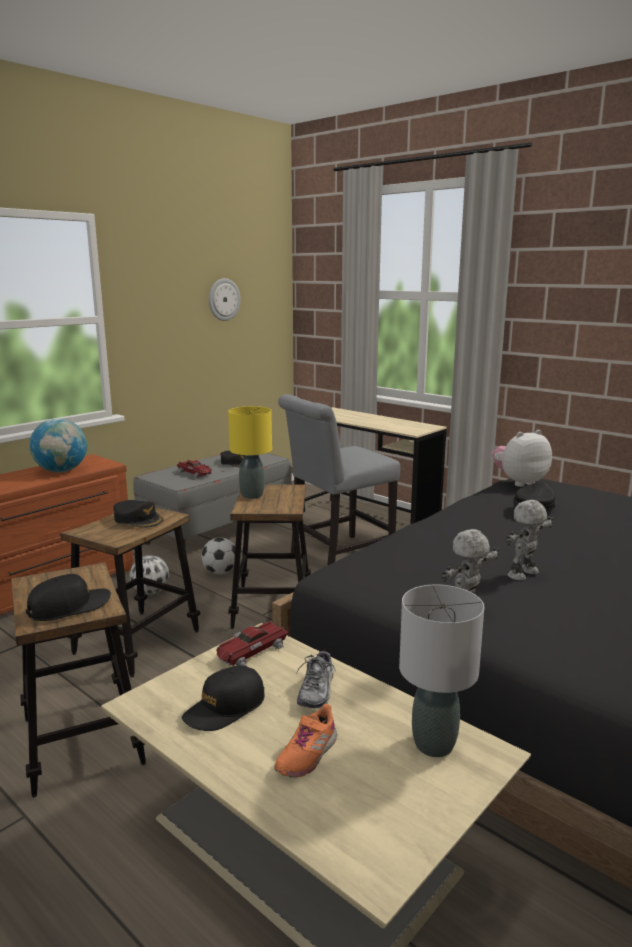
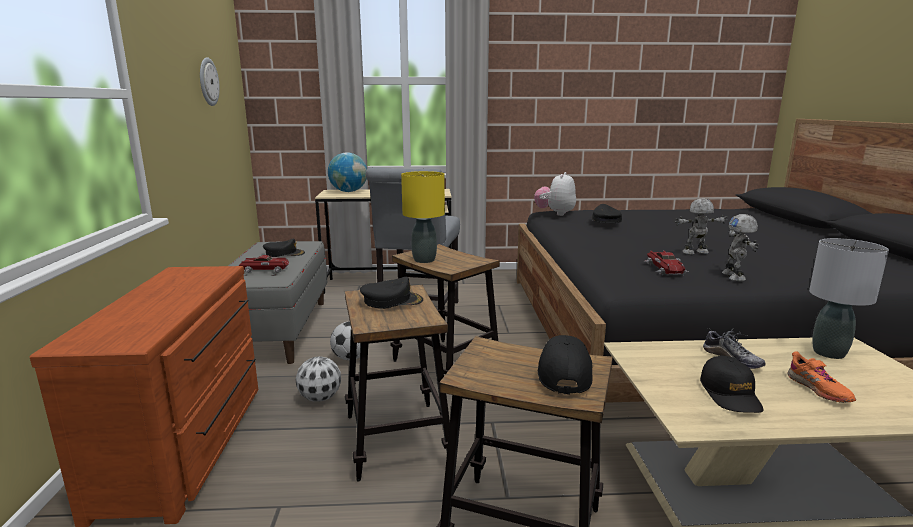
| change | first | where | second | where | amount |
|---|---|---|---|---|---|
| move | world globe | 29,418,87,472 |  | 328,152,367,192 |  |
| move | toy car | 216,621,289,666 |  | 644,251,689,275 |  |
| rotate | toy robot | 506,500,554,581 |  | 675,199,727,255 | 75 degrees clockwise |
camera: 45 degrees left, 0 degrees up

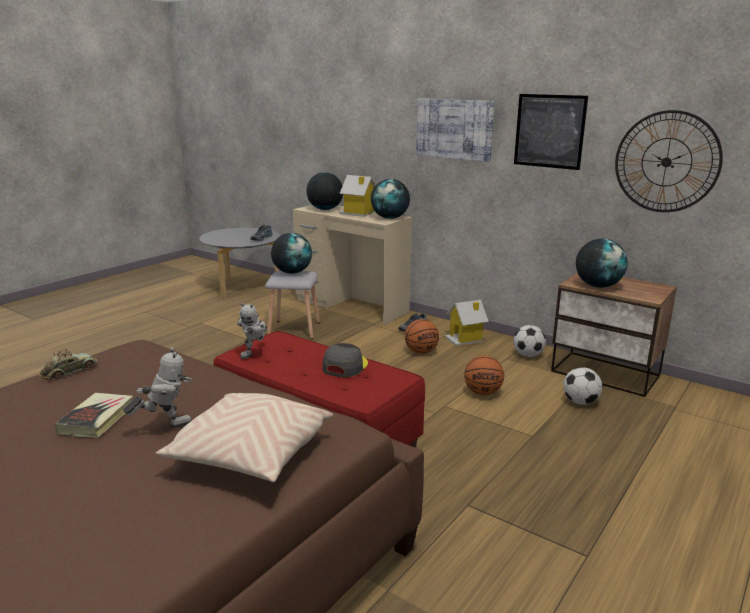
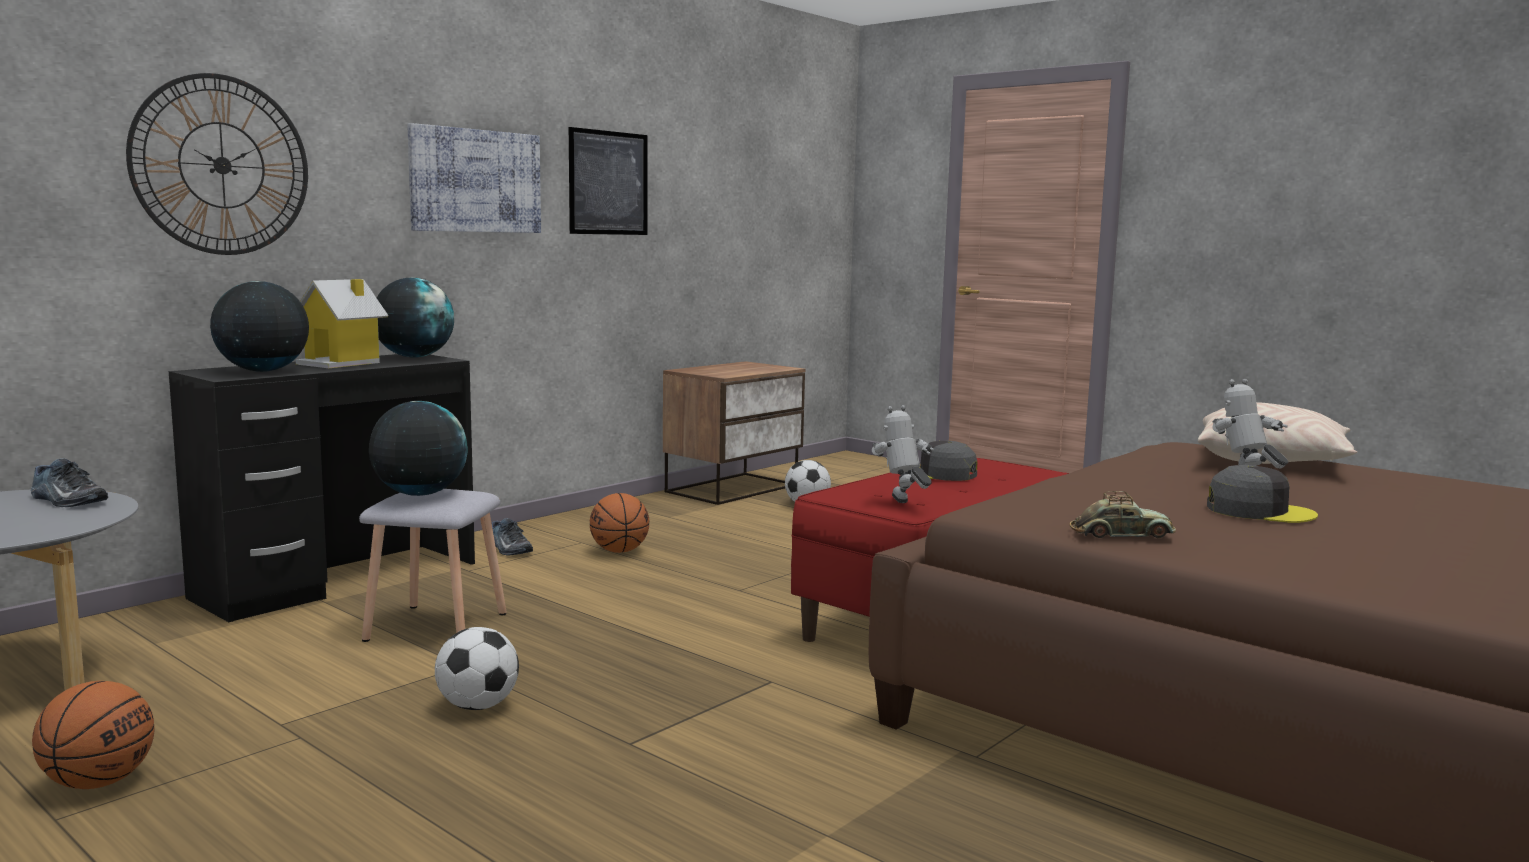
| change | first | where | second | where | amount |
|---|---|---|---|---|---|
| delete | toy house | 445,300,489,346 |  |  |  |
| delete | world globe | 576,239,628,288 |  |  |  |
| move | basketball ball | 464,356,504,395 |  | 32,681,155,789 |  |
| move | football | 513,325,546,357 |  | 435,627,519,710 |  |
| move | clock on the wall | 615,110,723,212 |  | 126,73,308,255 |  |
| replace | volume | 55,393,133,438 | gray baseball cap | 1207,465,1318,523 |  |
| recolor | beige-coloured desk unit | 293,205,412,325 | black desk unit | 169,354,475,622 |  |
| rotate | toy car | 39,349,97,380 |  | 1069,491,1176,538 | 135 degrees clockwise |
| rotate | toy robot | 237,303,267,359 |  | 872,405,934,503 | 135 degrees counterclockwise |
camera: 85 degrees left, 10 degrees down

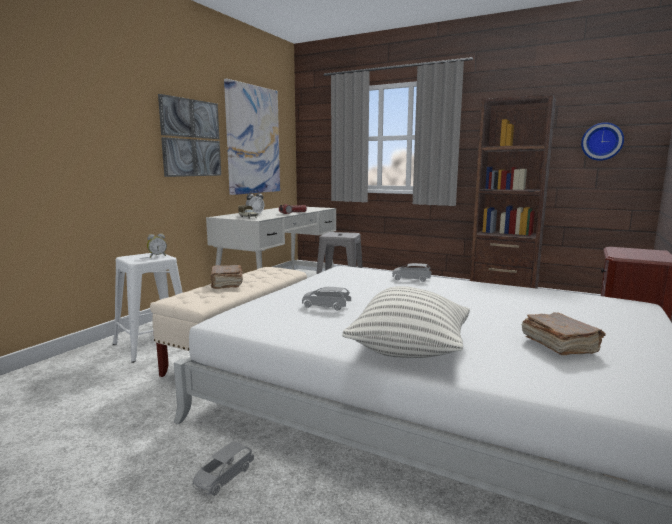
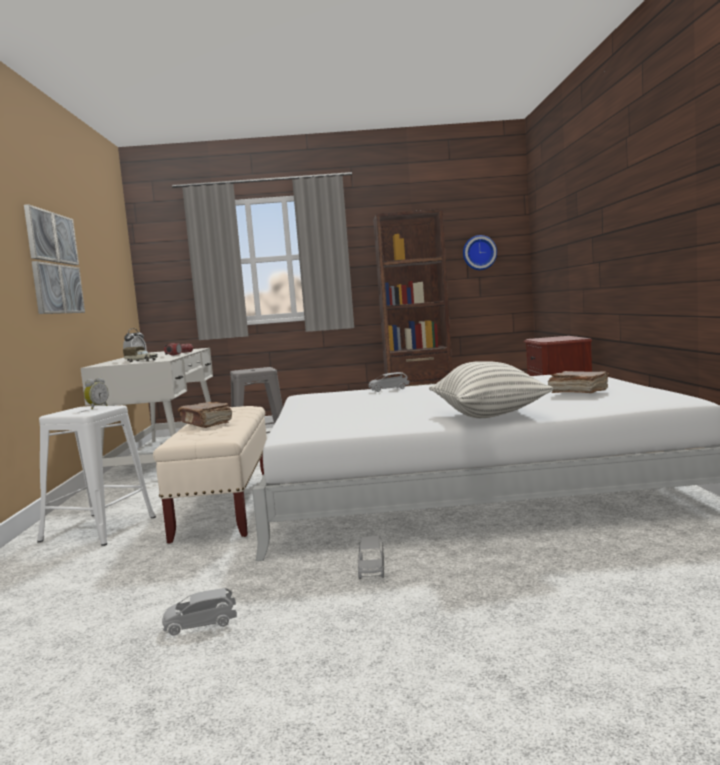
| change | first | where | second | where | amount |
|---|---|---|---|---|---|
| delete | wall art | 224,79,280,195 |  |  |  |
| move | gray toy car | 302,287,351,311 |  | 162,588,237,635 |  |
camera: 30 degrees left, 5 degrees down

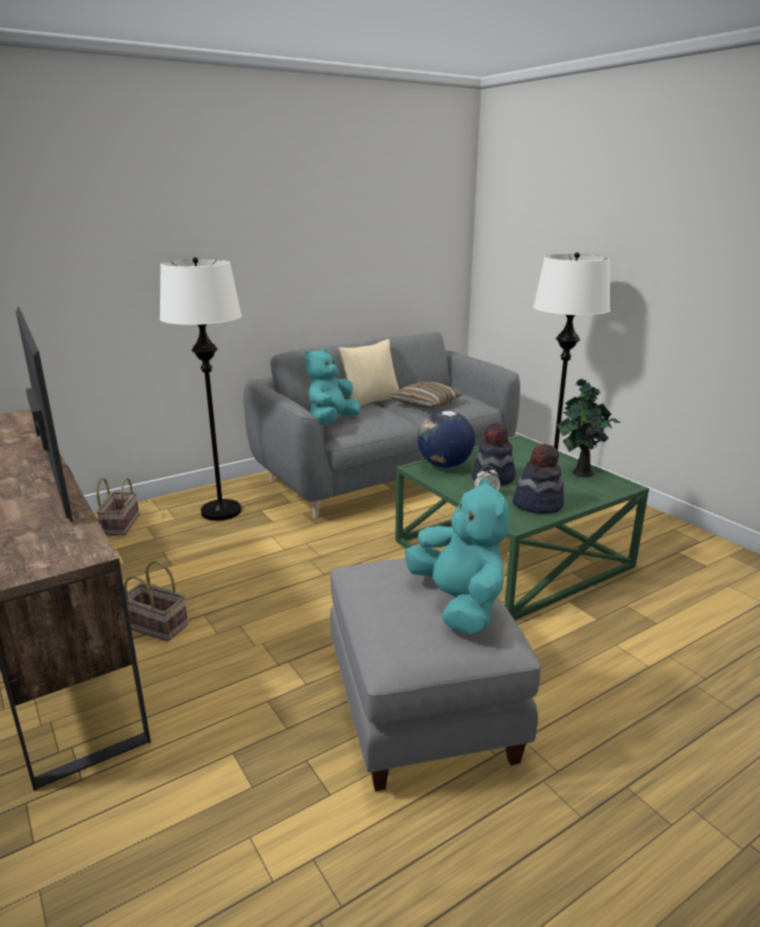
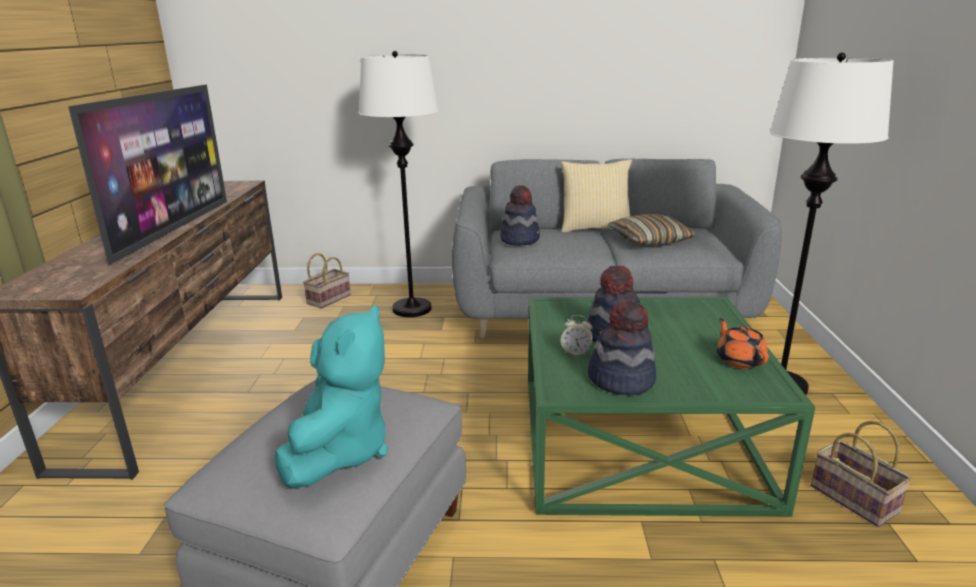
| change | first | where | second | where | amount |
|---|---|---|---|---|---|
| delete | world globe | 418,411,475,468 |  |  |  |
| move | household basket | 124,561,188,641 |  | 811,421,912,527 |  |
| replace | turquoise-coloured soft toy | 305,348,360,425 | clothing hat | 500,185,540,246 |  |
| replace | potted plant | 557,378,621,477 | orange-coloured pot for tea | 717,318,769,369 |  |
camera: 35 degrees right, 0 degrees up

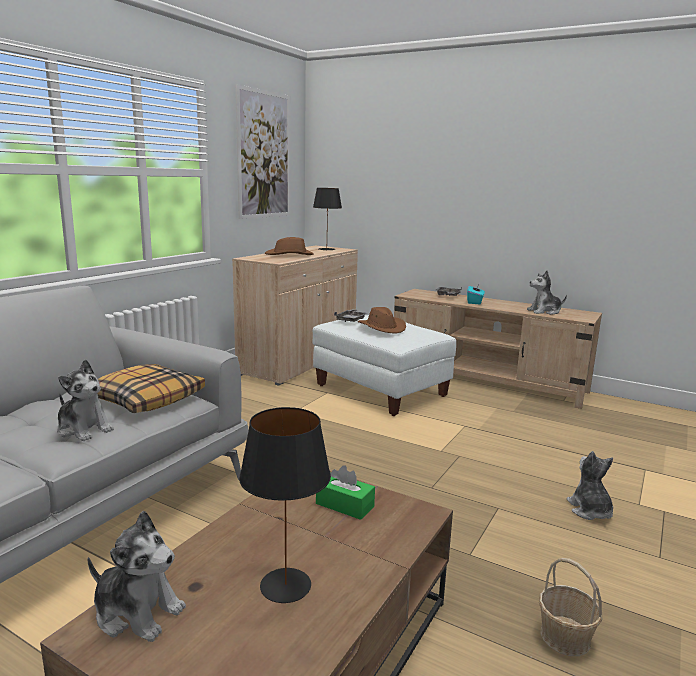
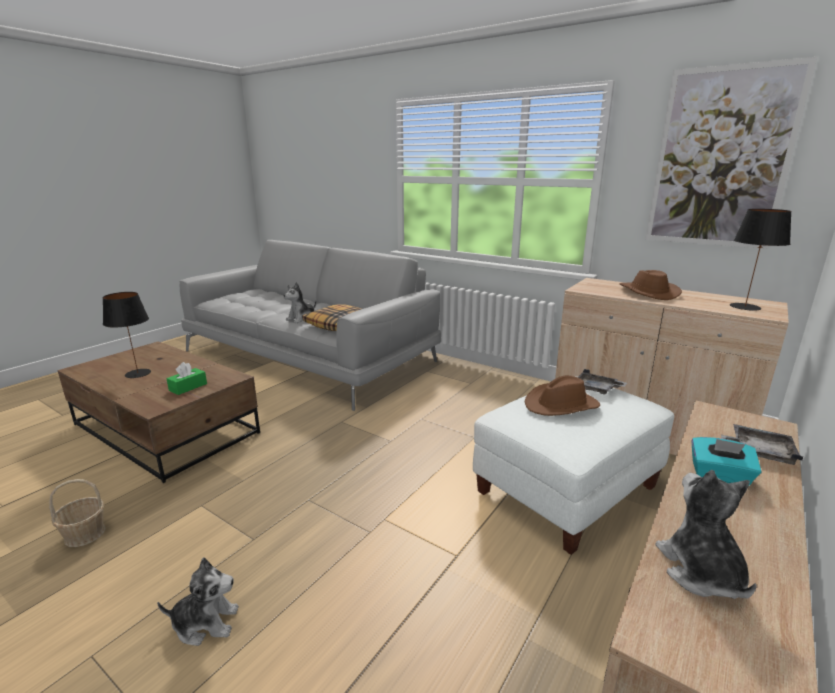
| change | first | where | second | where | amount |
|---|---|---|---|---|---|
| delete | soft toy | 87,511,186,642 |  |  |  |
camera: 95 degrees right, 5 degrees up

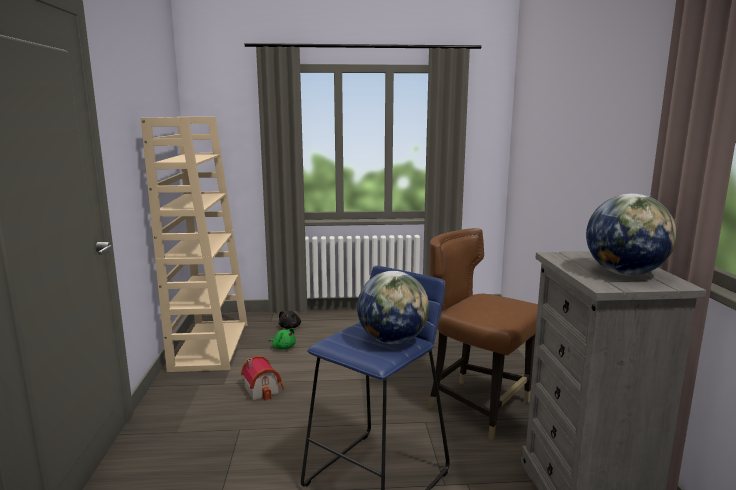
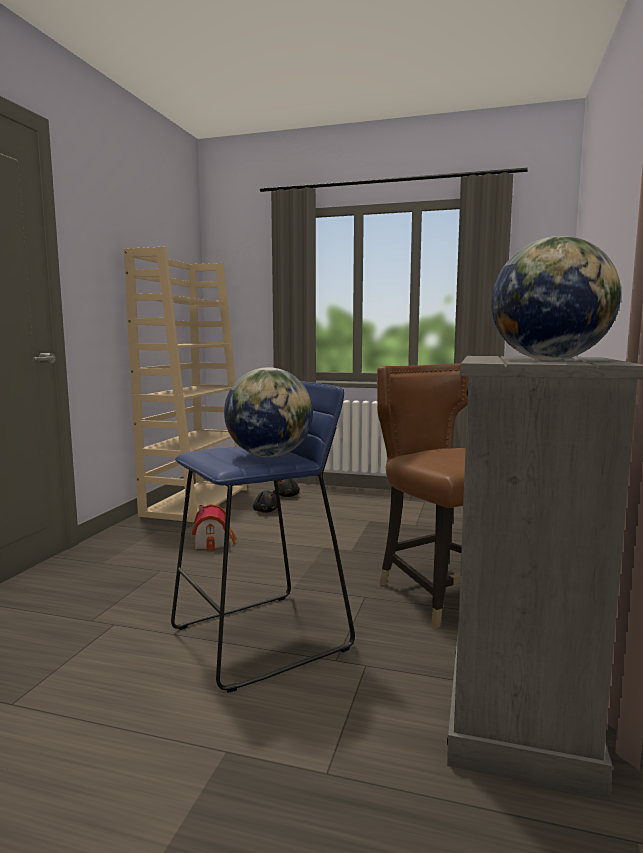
| change | first | where | second | where | amount |
|---|---|---|---|---|---|
| recolor | green soft toy | 269,328,296,350 | black soft toy | 253,490,277,513 |  |
camera: 20 degrees right, 5 degrees down

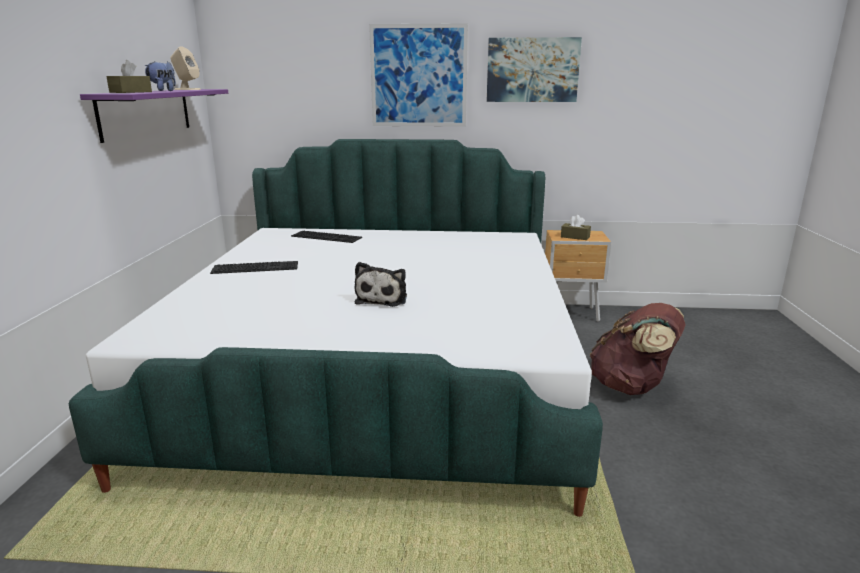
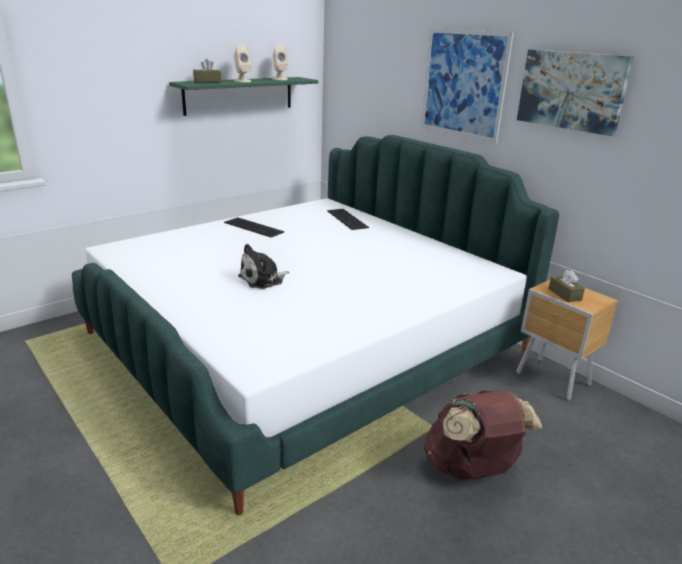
| change | first | where | second | where | amount |
|---|---|---|---|---|---|
| replace | soft toy | 145,61,176,91 | beige-coloured speaker | 234,45,251,82 |  |
| recolor | purplish bracket shelf | 80,89,228,143 | green bracket shelf | 169,77,318,116 |  |
camera: 45 degrees right, 5 degrees up

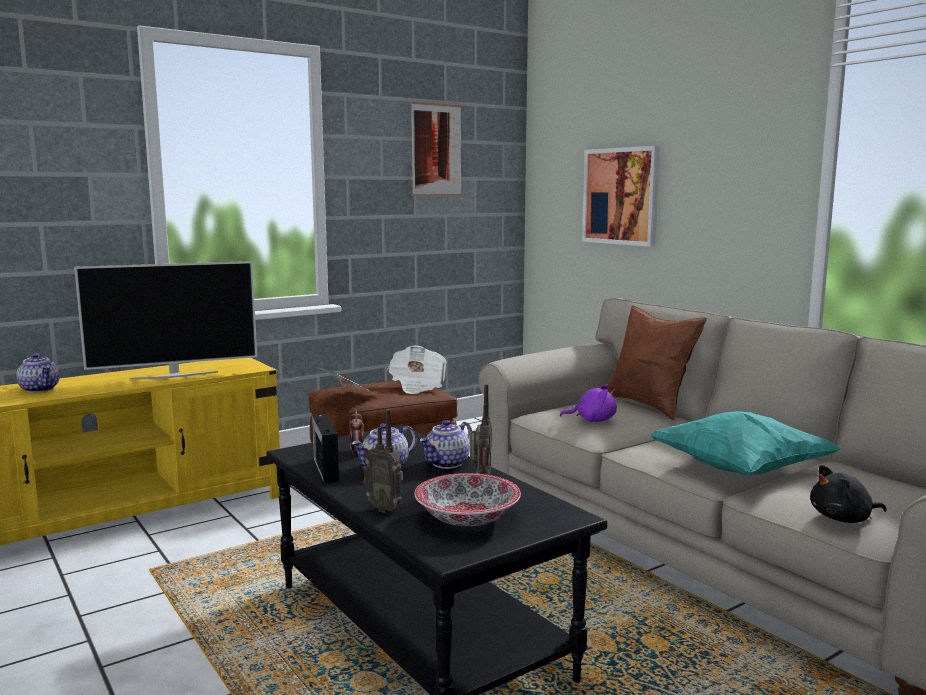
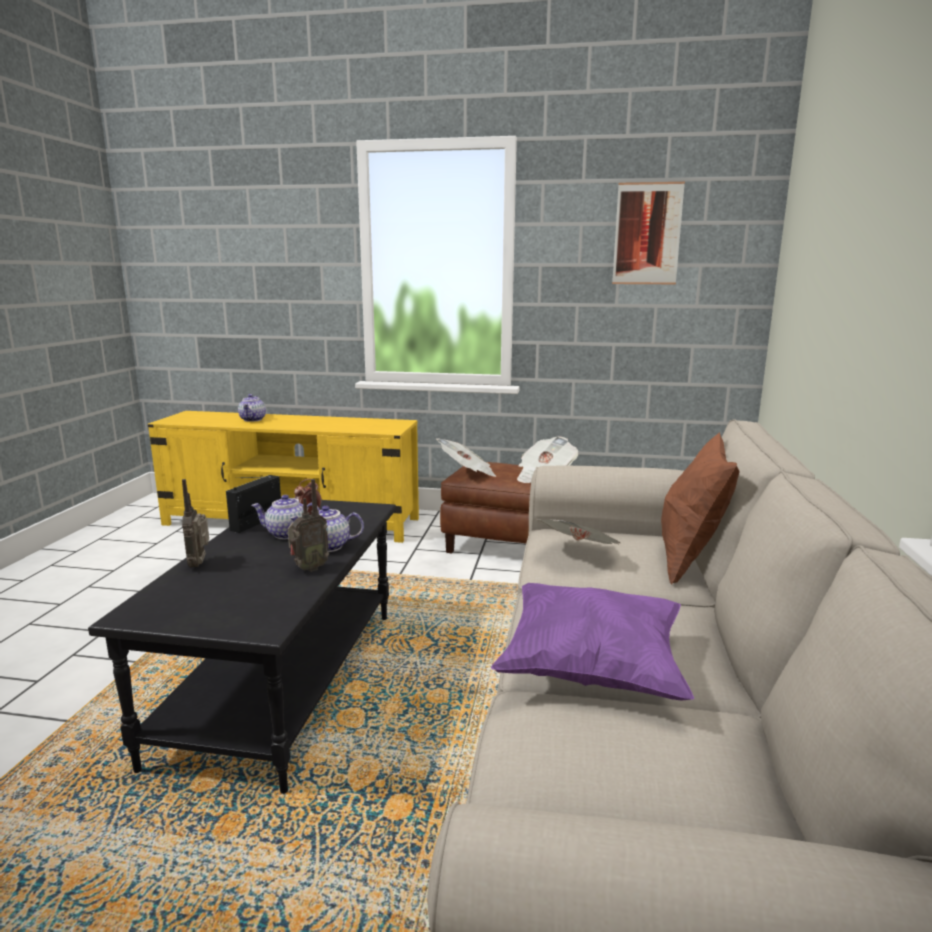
| change | first | where | second | where | amount |
|---|---|---|---|---|---|
| delete | TV | 74,261,257,380 |  |  |  |
| delete | deep dish | 414,473,521,526 |  |  |  |
| delete | wall art | 582,146,660,247 |  |  |  |
| delete | black soft toy | 810,465,887,523 |  |  |  |
| replace | purplish soft toy | 560,384,617,422 | printed paper | 535,519,620,545 |  |
| recolor | turquoise-coloured cushion | 649,411,841,475 | purplish cushion | 491,583,694,701 |  |
camera: 45 degrees right, 5 degrees up

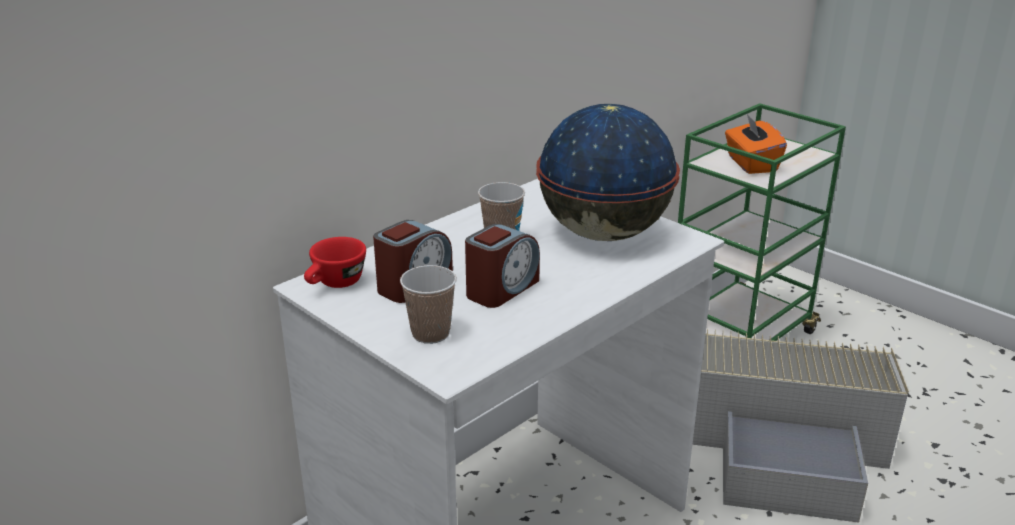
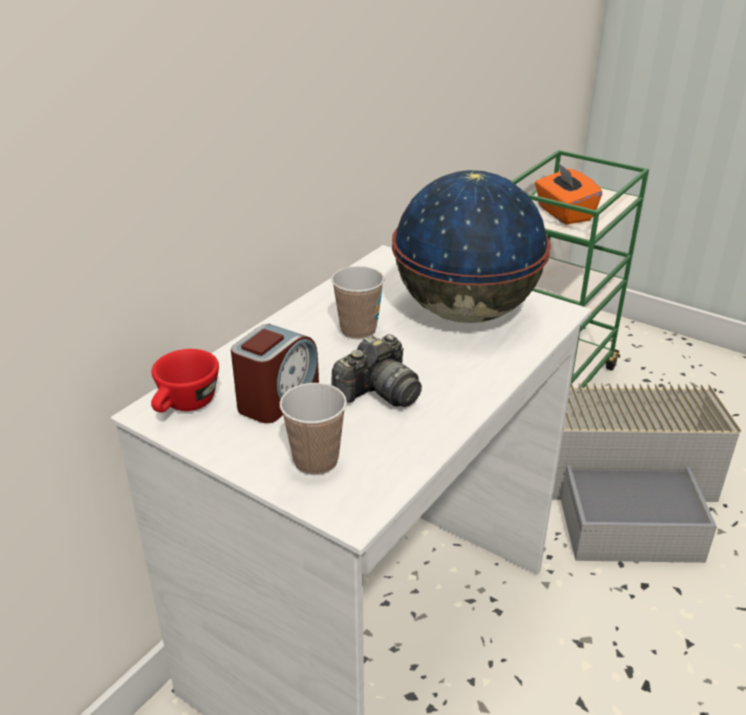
| change | first | where | second | where | amount |
|---|---|---|---|---|---|
| replace | table clock | 465,224,540,308 | still camera | 332,334,422,407 |  |
camera: 10 degrees left, 5 degrees up

